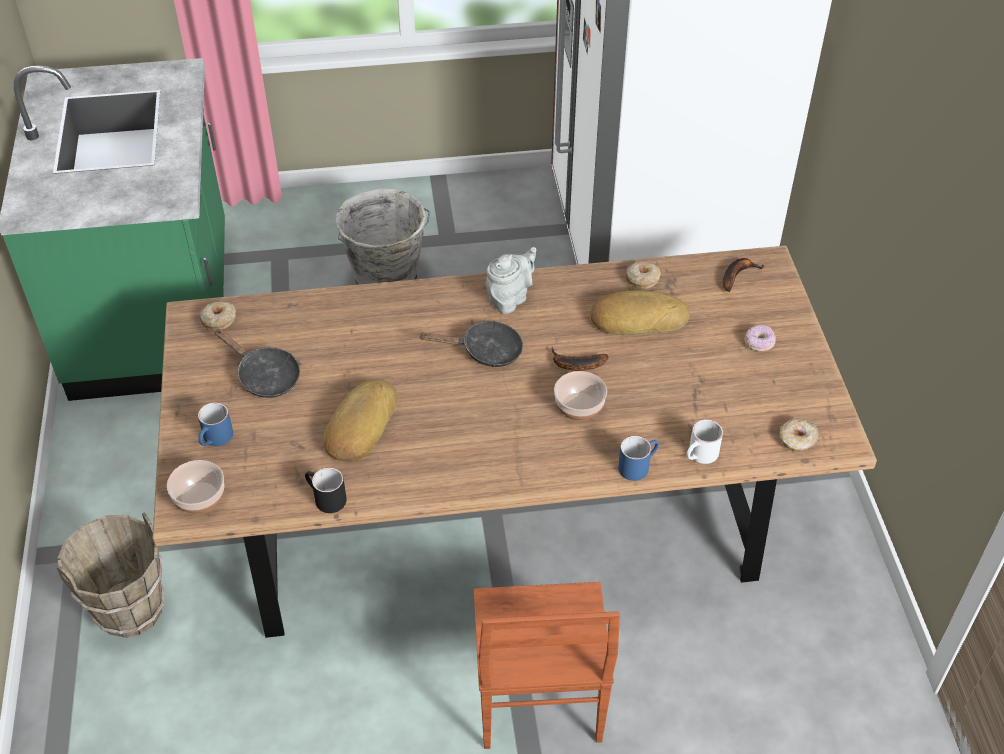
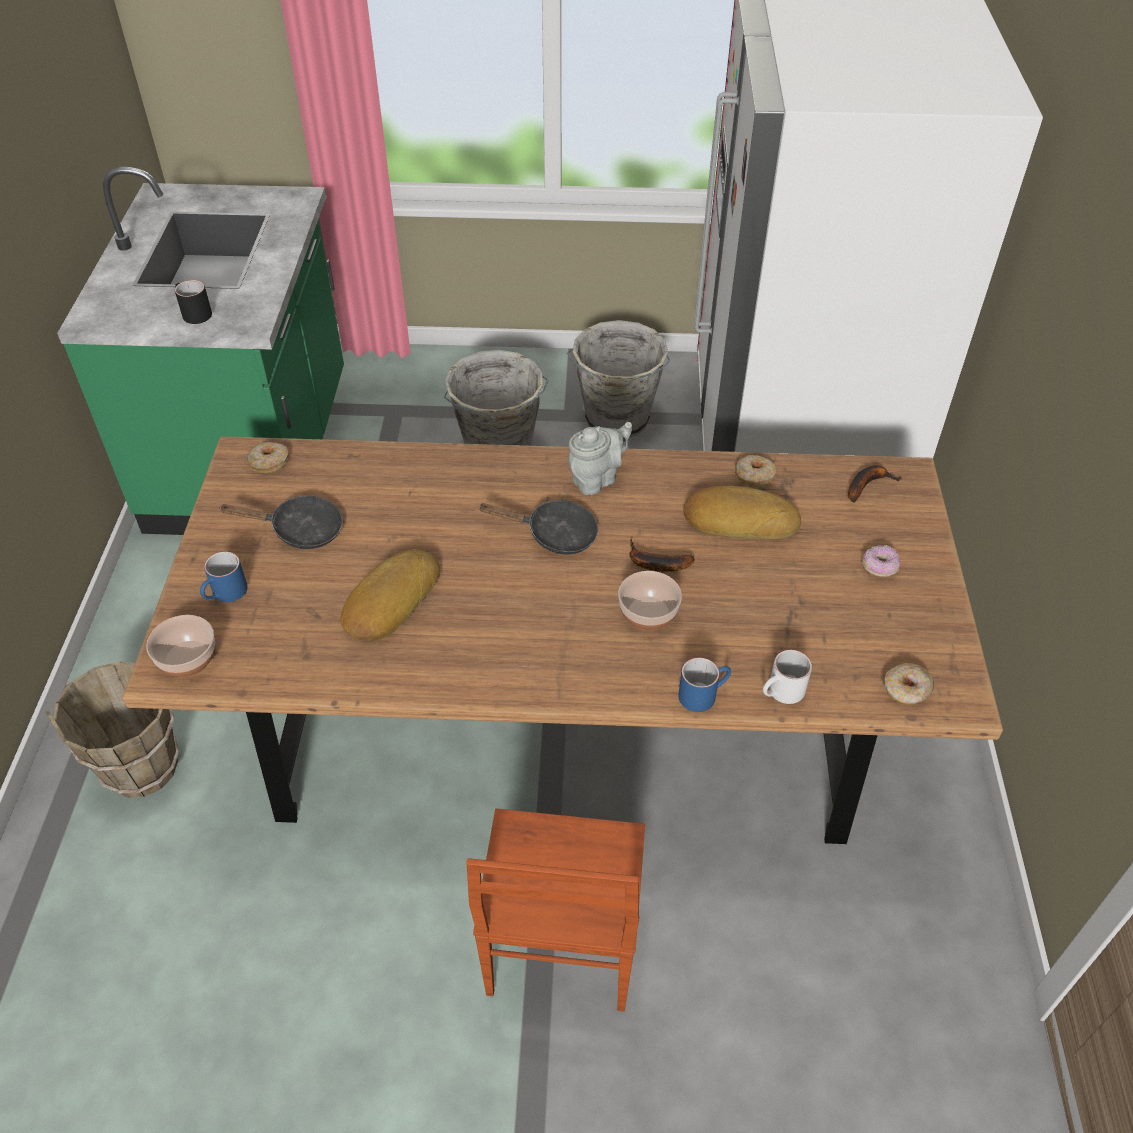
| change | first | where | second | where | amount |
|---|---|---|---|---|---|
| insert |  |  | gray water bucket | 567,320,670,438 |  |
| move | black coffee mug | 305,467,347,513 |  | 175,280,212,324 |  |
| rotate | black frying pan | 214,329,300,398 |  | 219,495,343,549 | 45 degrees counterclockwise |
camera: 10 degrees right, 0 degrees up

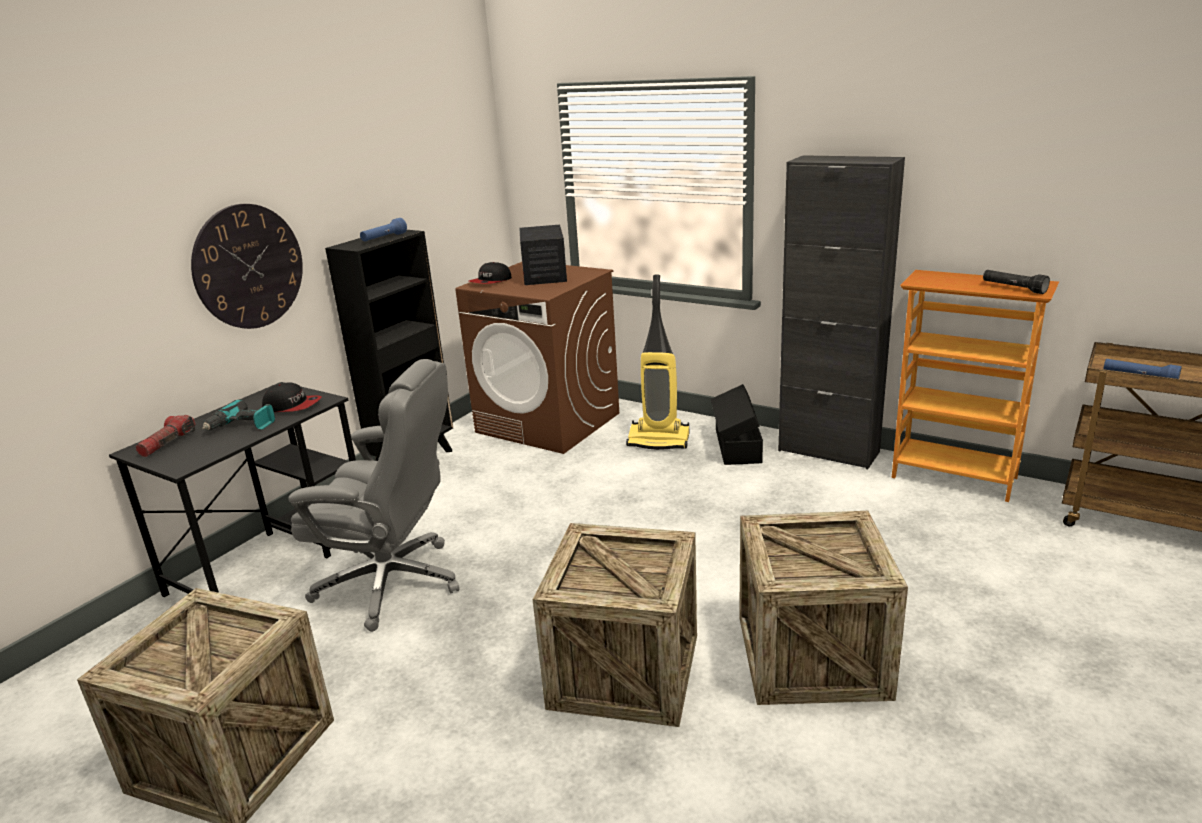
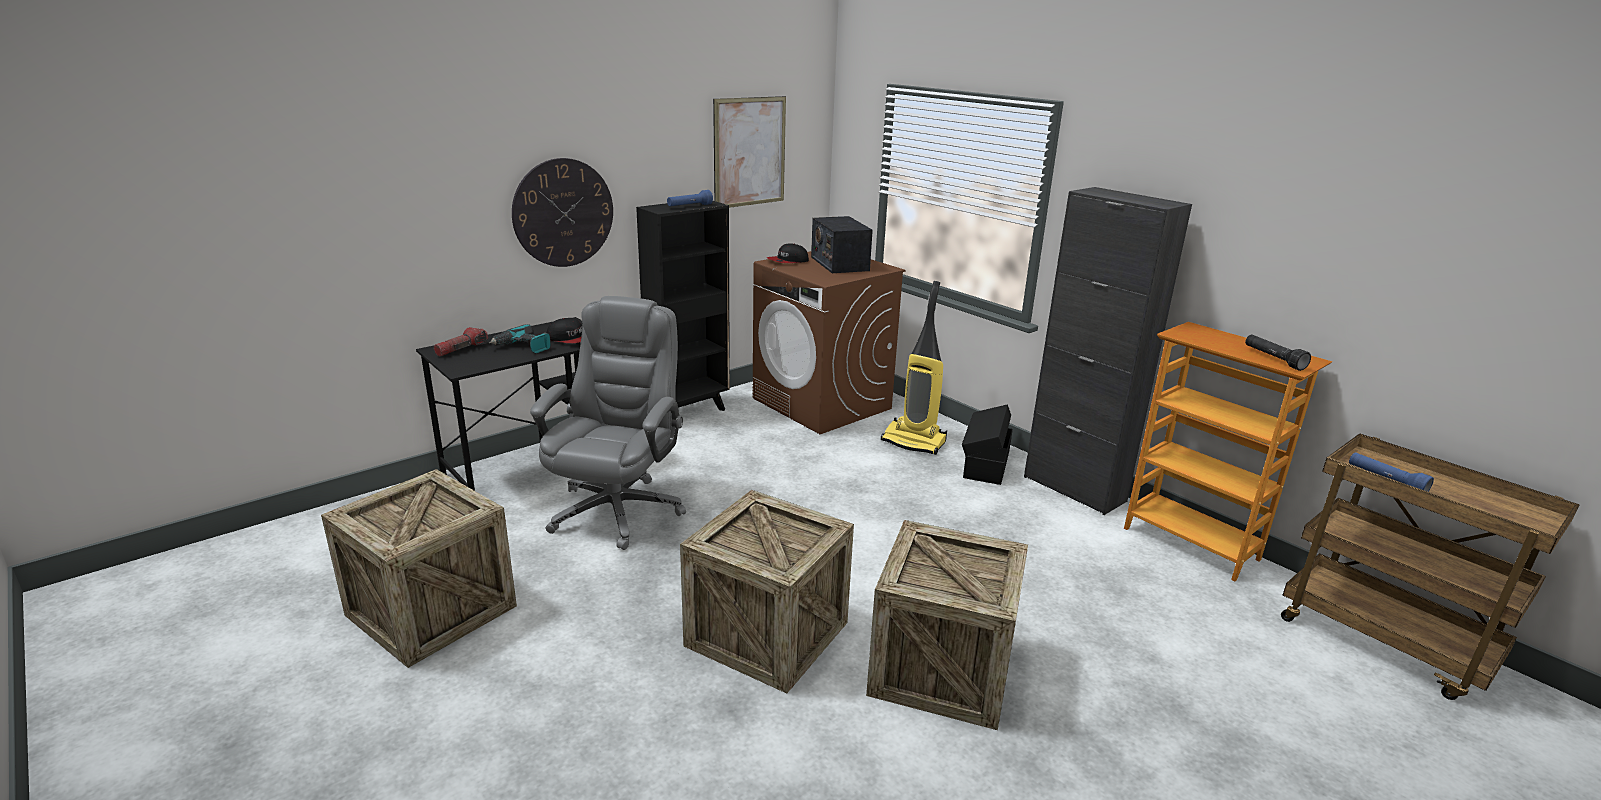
| change | first | where | second | where | amount |
|---|---|---|---|---|---|
| insert |  |  | wall art | 713,96,786,208 |  |
| rotate | gray office chair | 288,359,459,632 |  | 530,296,686,550 | 105 degrees counterclockwise |
| rotate | radio receiver | 519,225,567,285 |  | 811,216,873,273 | 150 degrees clockwise |
camera: 15 degrees right, 0 degrees up

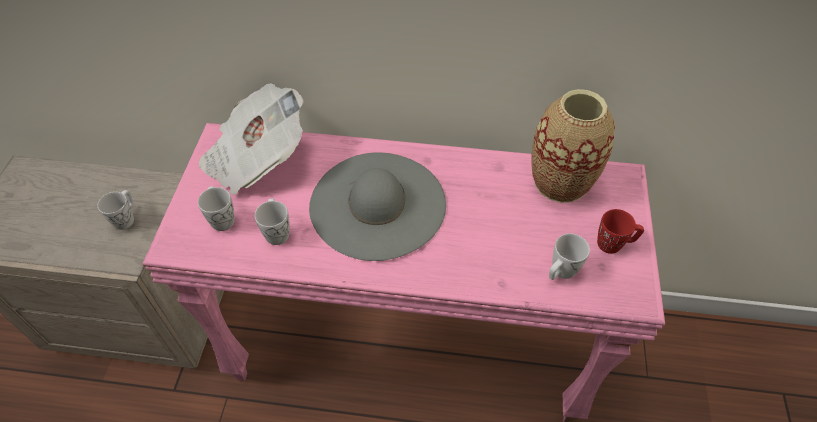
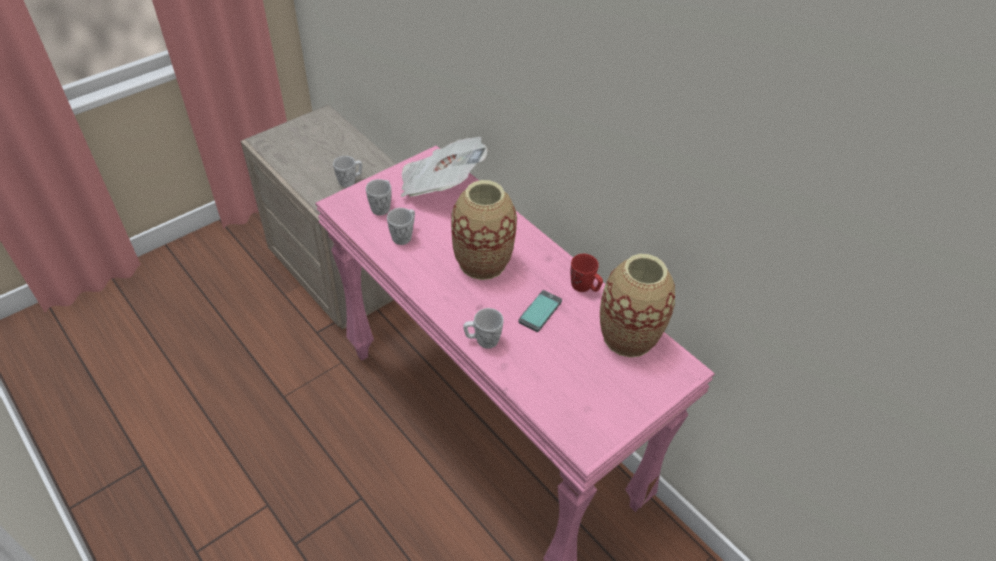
| change | first | where | second | where | amount |
|---|---|---|---|---|---|
| insert |  |  | phone | 518,290,562,332 |  |
| move | whitish coffee mug | 549,233,590,280 |  | 463,308,504,349 |  |
| move | reddish coffee mug | 597,209,644,254 |  | 570,254,603,292 |  |
| replace | gray clothing hat | 309,152,446,261 | decorative vase | 451,180,517,280 |  |
camera: 40 degrees right, 5 degrees down

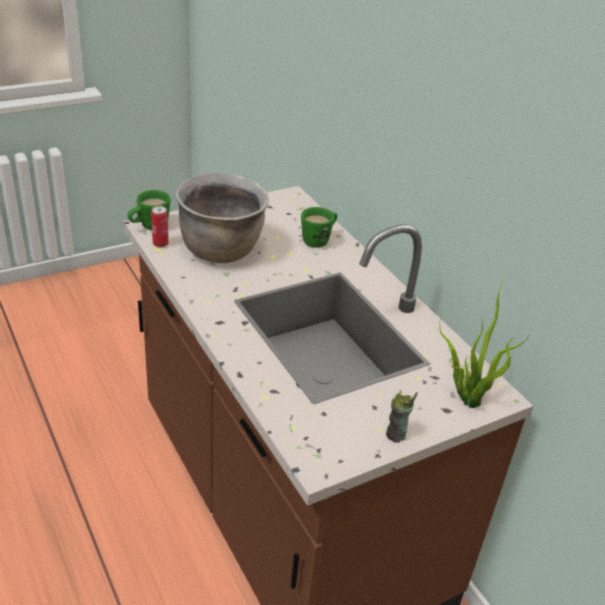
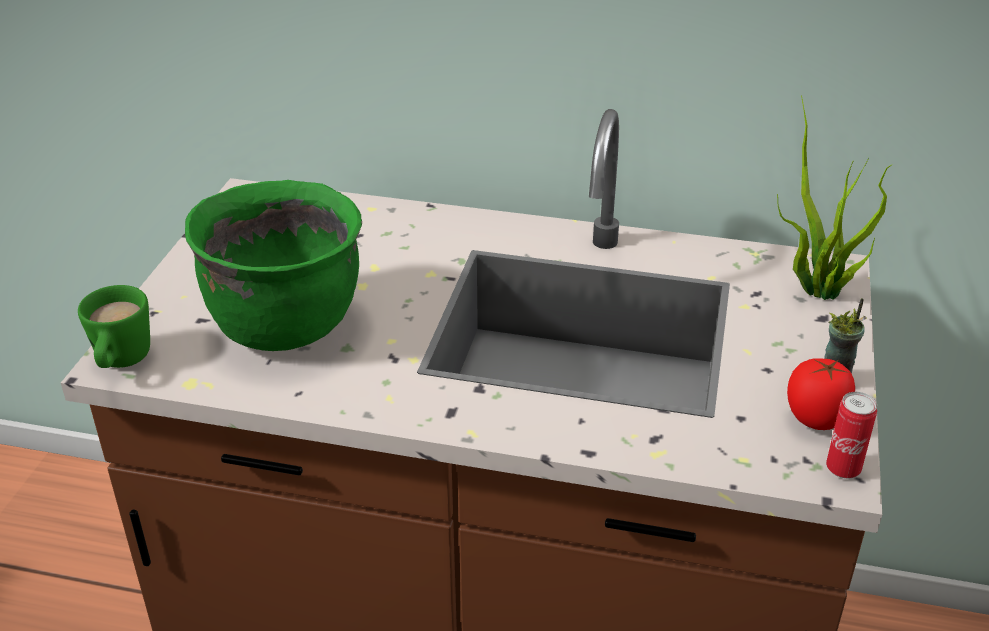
| change | first | where | second | where | amount |
|---|---|---|---|---|---|
| delete | green coffee mug | 301,207,337,248 |  |  |  |
| insert |  |  | tomato | 787,358,855,430 |  |
| move | metal can | 151,206,169,248 |  | 826,392,877,478 |  |
| recolor | brownish cooking pot | 175,173,268,263 | green cooking pot | 185,180,362,351 |  |
camera: 45 degrees left, 0 degrees up

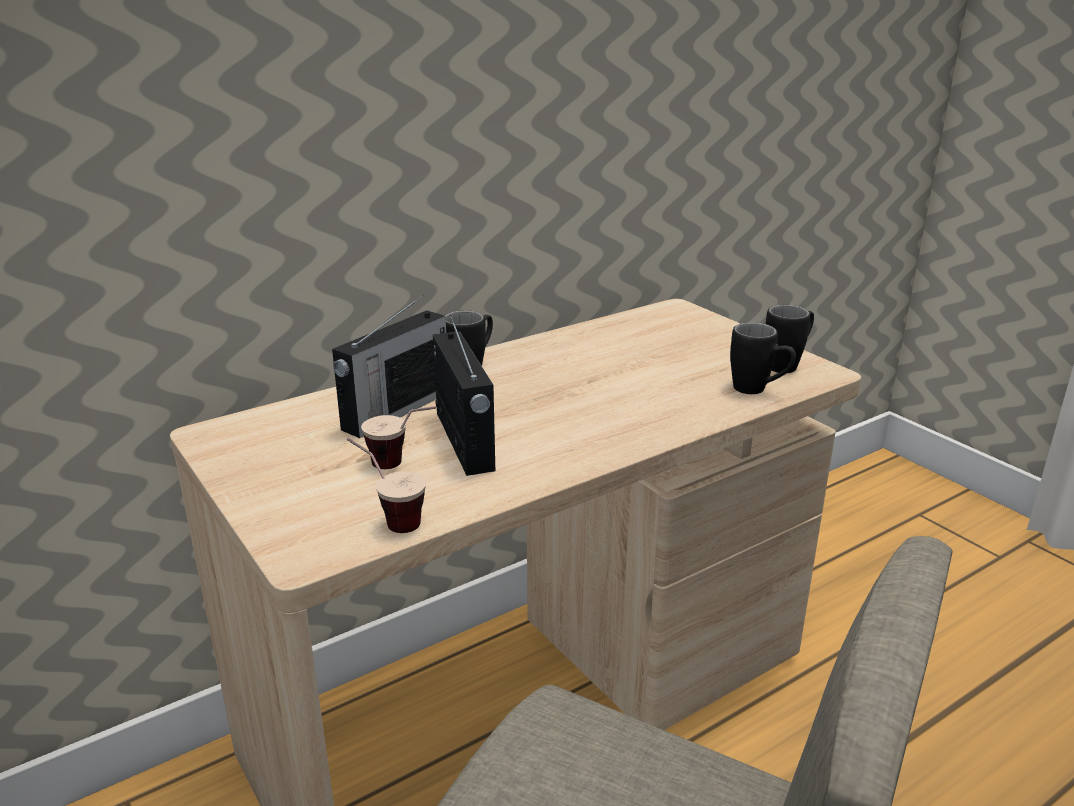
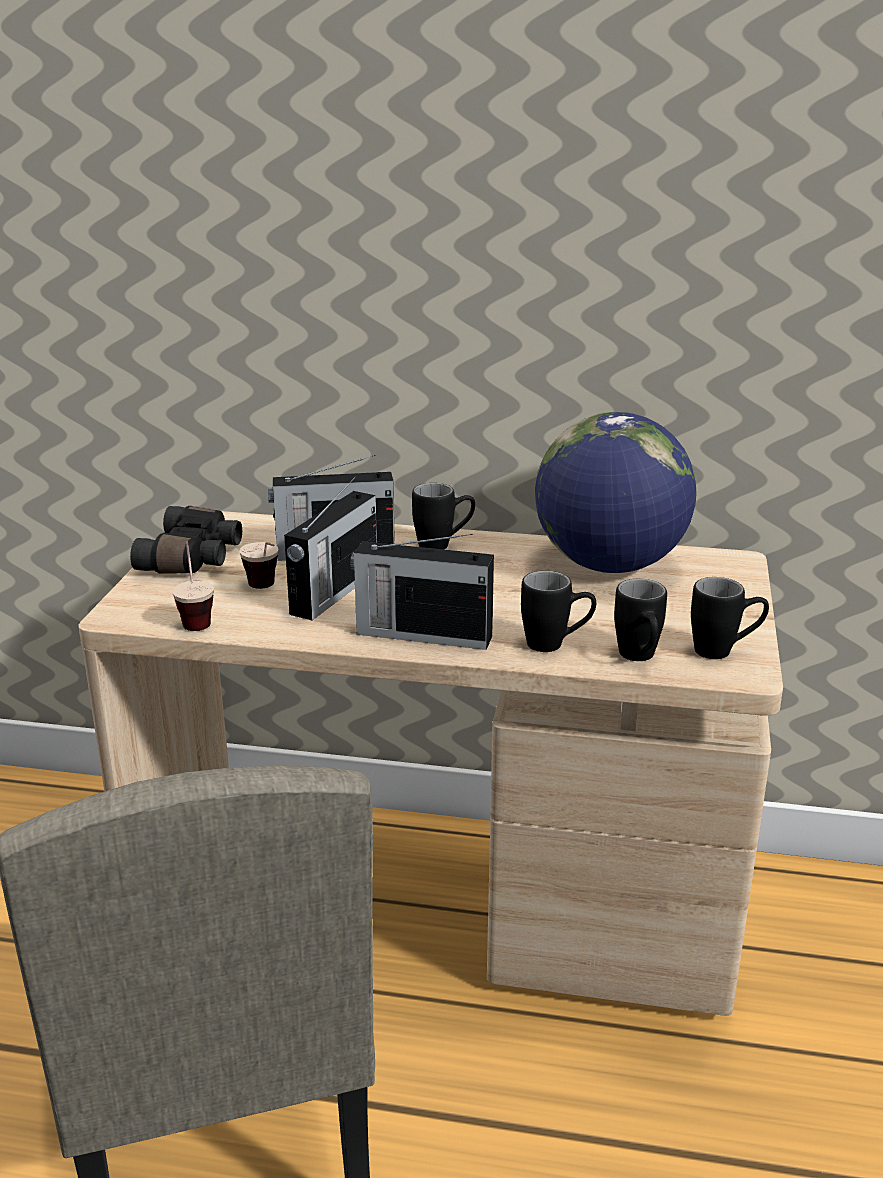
| change | first | where | second | where | amount |
|---|---|---|---|---|---|
| insert |  |  | black pair of binoculars | 130,506,242,573 |  |
| insert |  |  | radio receiver | 350,534,494,650 |  |
| insert |  |  | black coffee mug | 521,571,596,652 |  |
| insert |  |  | world globe | 535,412,697,573 |  |
camera: 45 degrees right, 0 degrees up

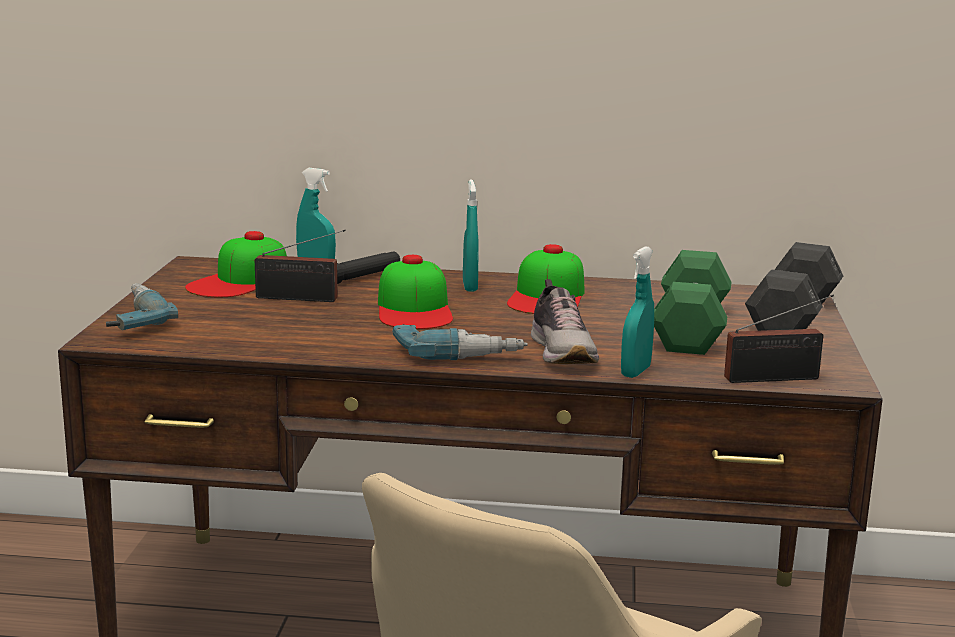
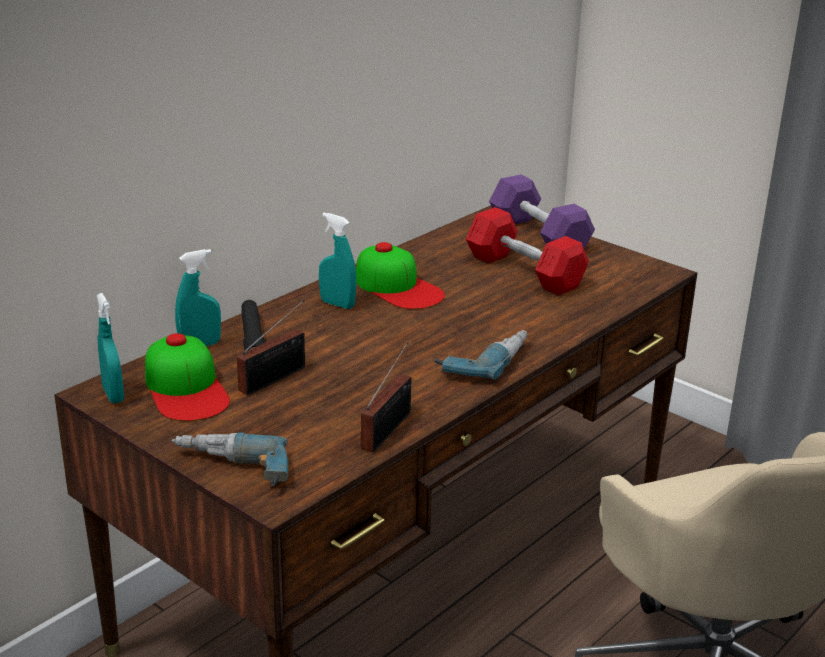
| change | first | where | second | where | amount |
|---|---|---|---|---|---|
| delete | baseball cap | 378,255,453,329 |  |  |  |
| delete | low shoe | 531,279,599,364 |  |  |  |
| move | turquoise-coloured hand sprayer | 621,246,654,378 |  | 97,293,124,403 |  |
| move | radio receiver | 724,295,834,383 |  | 361,342,411,453 |  |
| recolor | green free weight | 654,250,732,355 | reddish free weight | 466,207,589,295 |  |
| recolor | gray free weight | 745,242,843,331 | purplish free weight | 489,174,595,249 |  |
camera: 55 degrees left, 10 degrees up

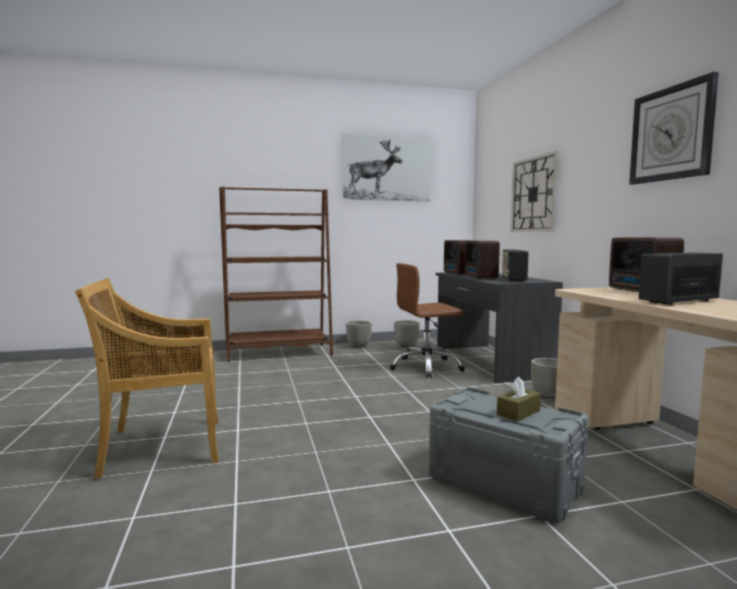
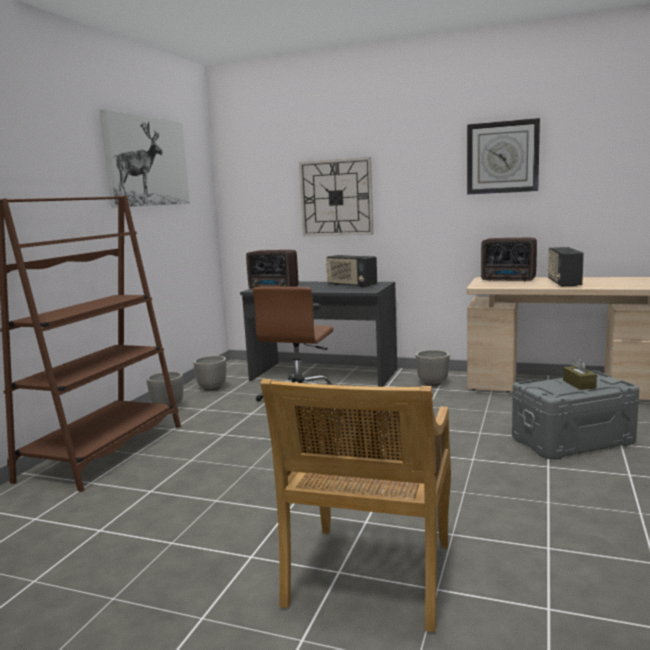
| change | first | where | second | where | amount |
|---|---|---|---|---|---|
| delete | radio receiver | 465,241,500,279 |  |  |  |
camera: 55 degrees left, 5 degrees up

